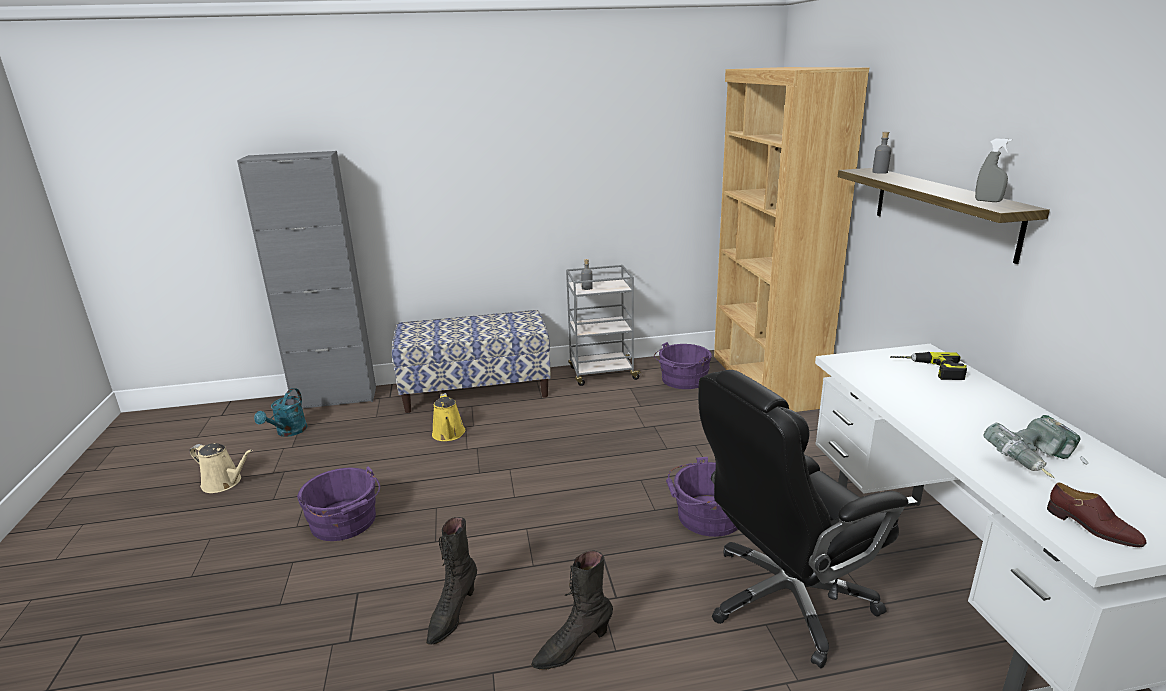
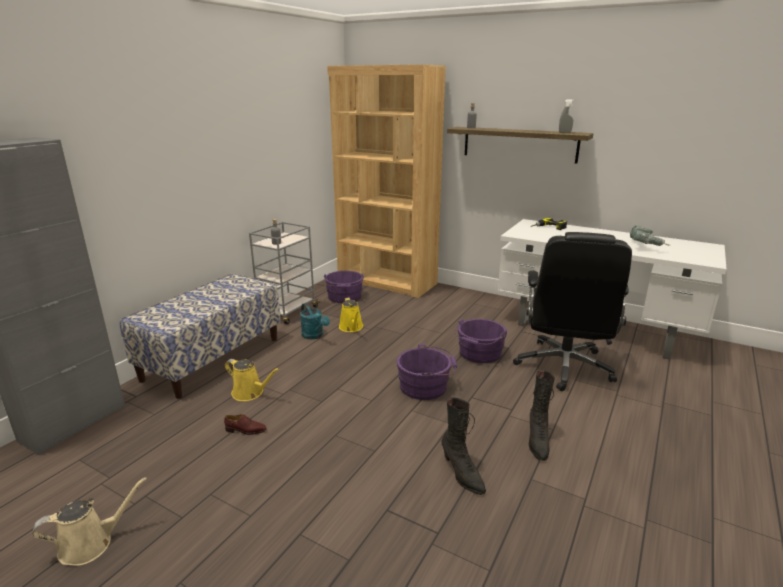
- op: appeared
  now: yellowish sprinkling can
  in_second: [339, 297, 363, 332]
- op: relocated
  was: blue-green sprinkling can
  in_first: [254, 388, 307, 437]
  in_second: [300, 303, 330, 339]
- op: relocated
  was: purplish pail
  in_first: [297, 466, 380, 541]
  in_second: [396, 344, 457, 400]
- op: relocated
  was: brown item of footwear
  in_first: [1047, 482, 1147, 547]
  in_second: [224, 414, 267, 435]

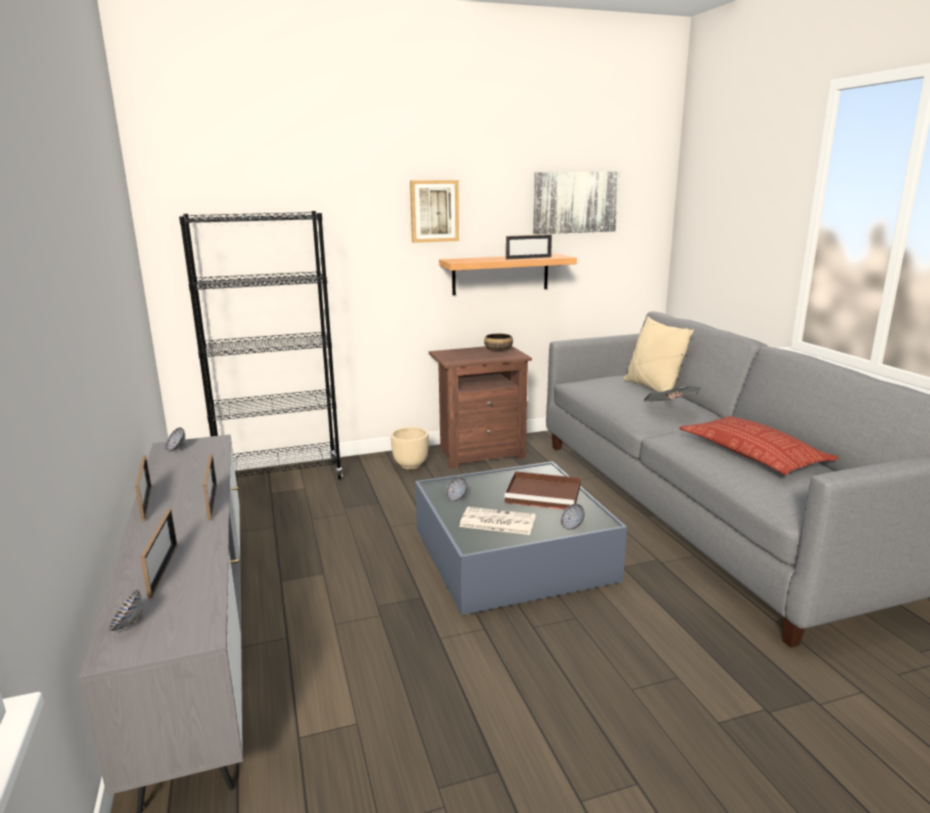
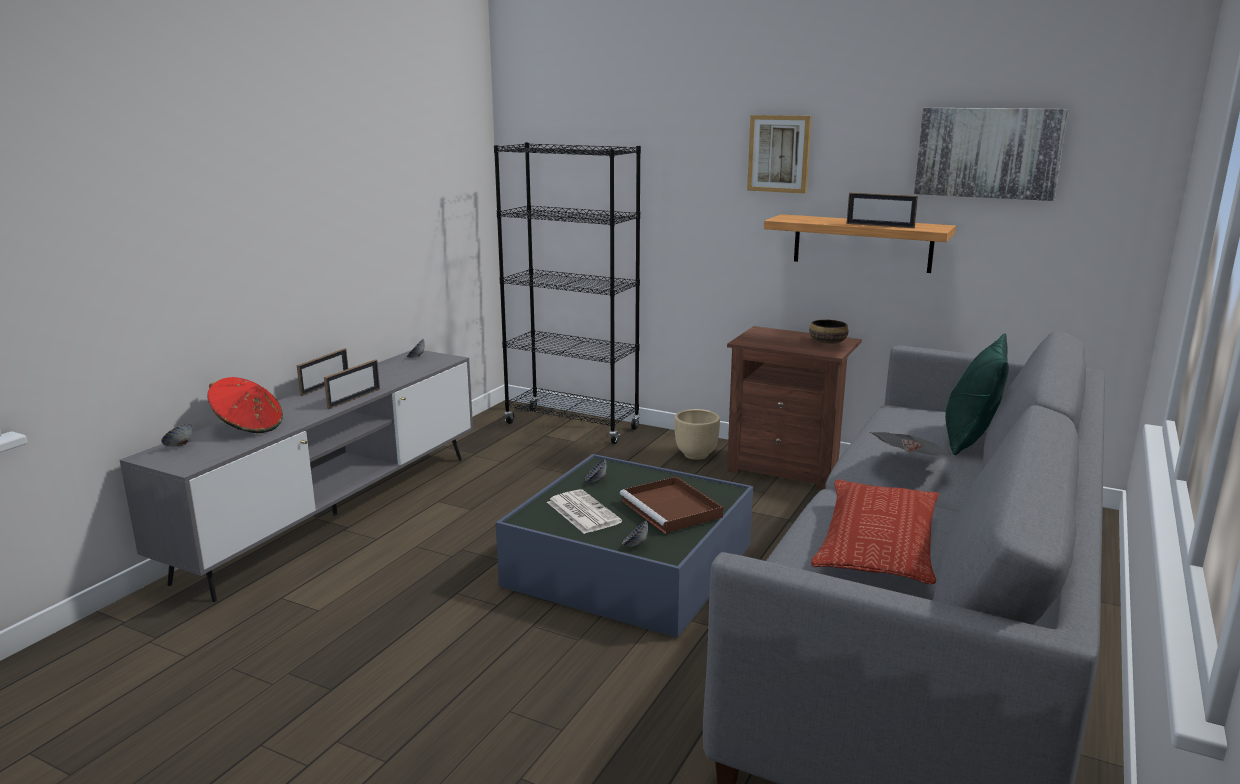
- op: exchanged
  was: photo frame
  now: reddish clothing hat
  in_first: [140, 509, 177, 599]
  in_second: [207, 377, 283, 433]
- op: colour
  was: beige throw pillow
  now: green throw pillow
  in_first: [624, 316, 694, 392]
  in_second: [945, 334, 1009, 455]

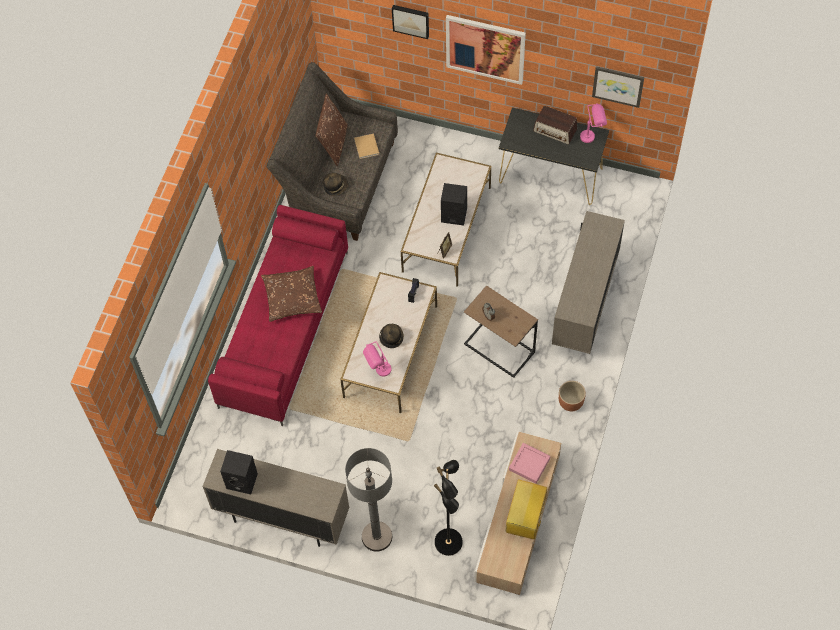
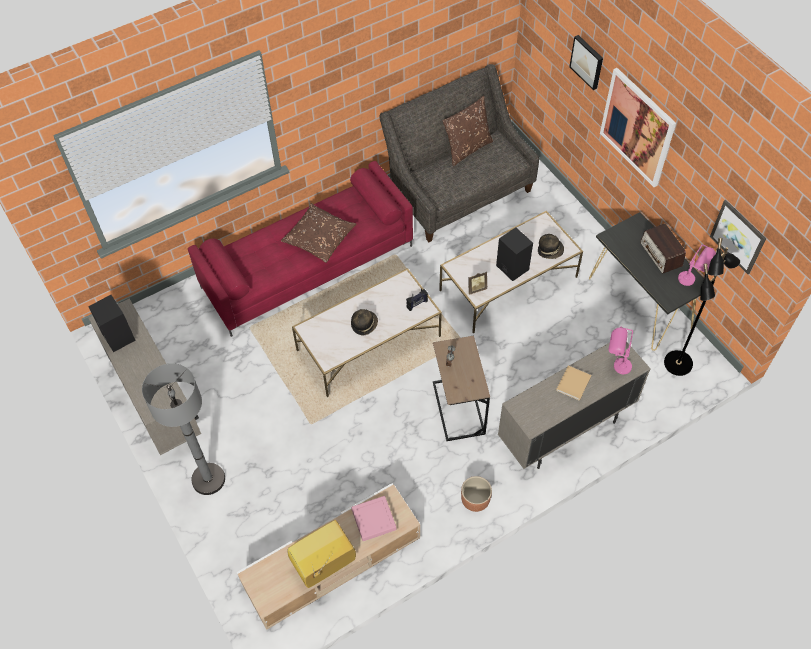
- op: relocated
  was: clothing hat
  in_first: [323, 173, 348, 196]
  in_second: [538, 234, 564, 259]
- op: relocated
  was: beige volume
  in_first: [354, 133, 379, 159]
  in_second: [556, 366, 591, 401]
- op: relocated
  was: pinkish table lamp
  in_first: [363, 341, 391, 377]
  in_second: [609, 326, 633, 374]
- op: relocated
  was: blackish floor lamp
  in_first: [434, 460, 463, 556]
  in_second: [664, 238, 740, 376]

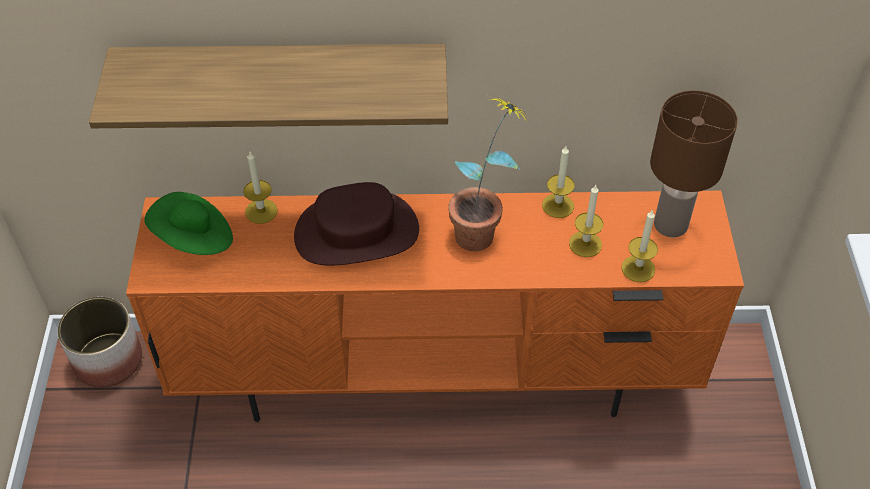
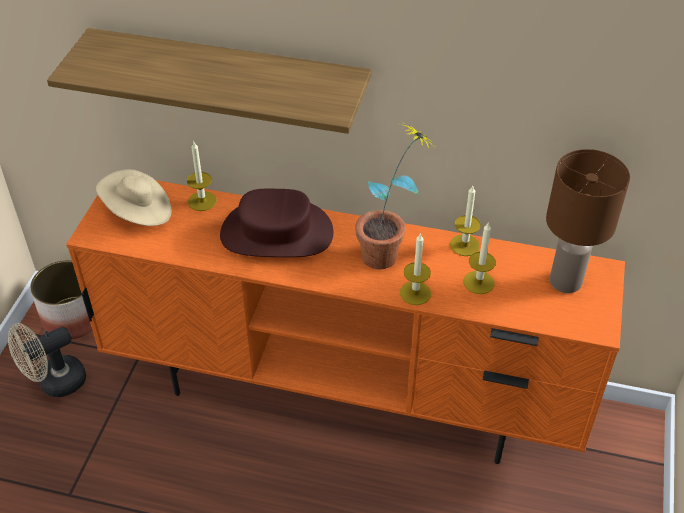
- op: appeared
  now: beige cooling fan
  in_second: [8, 323, 86, 397]
- op: relocated
  was: wax light
  in_first: [621, 209, 658, 282]
  in_second: [400, 233, 431, 305]
- op: colour
  was: green clothing hat
  now: beige clothing hat
  in_first: [144, 192, 233, 255]
  in_second: [96, 169, 172, 226]

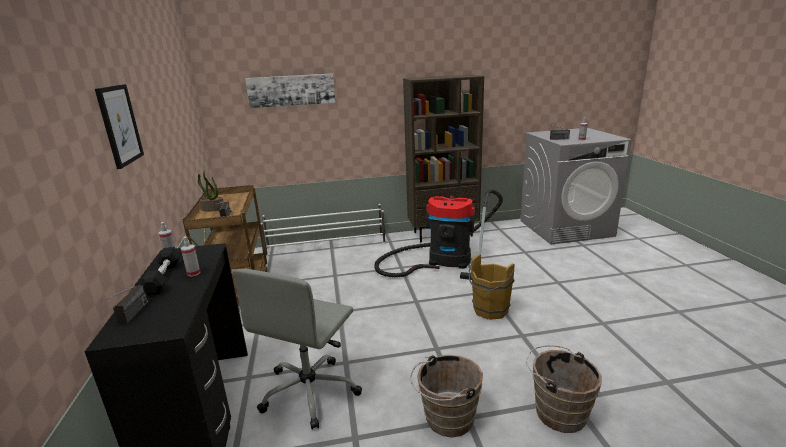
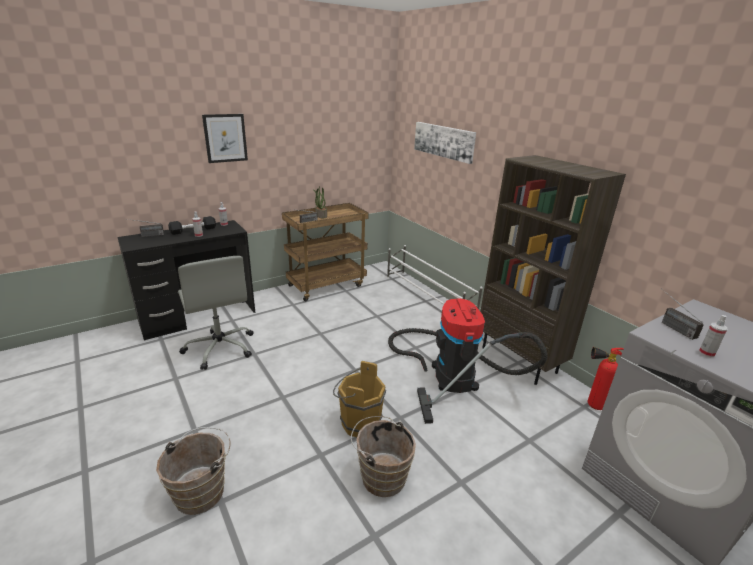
- op: appeared
  now: fire-fighting cylinder
  in_second: [588, 347, 624, 410]
- op: relocated
  was: brown pail
  in_first: [411, 355, 483, 437]
  in_second: [351, 416, 416, 497]
- op: spun
  was: greyish desk chair
  in_first: [232, 269, 362, 430]
  in_second: [178, 256, 254, 370]
  clockwise: -120

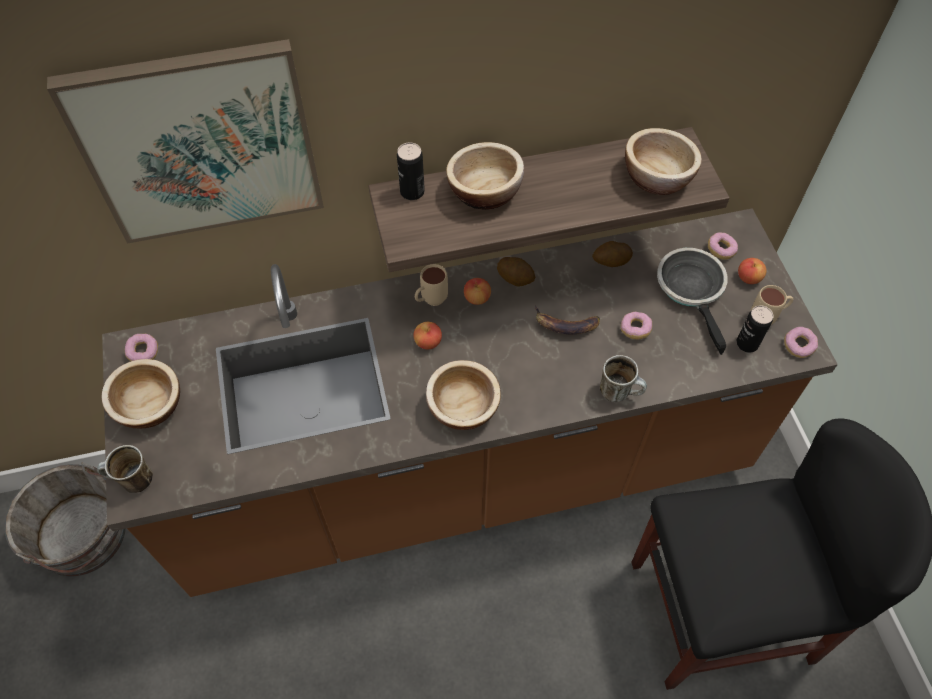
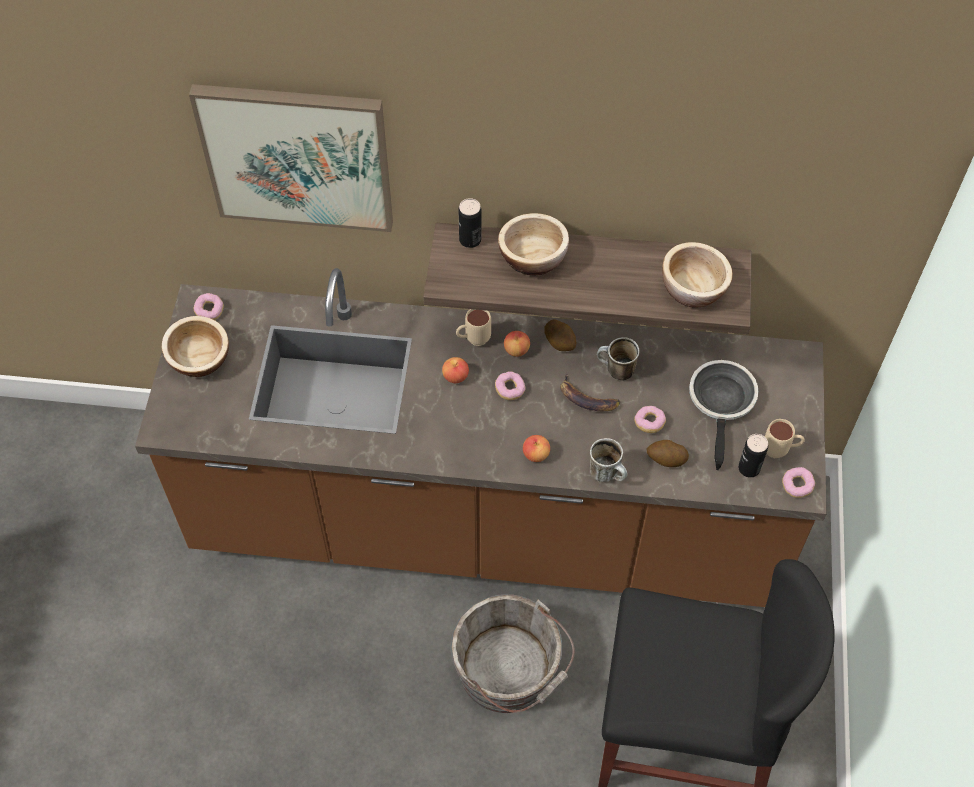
- op: missing
  was: serving bowl
  in_first: [426, 360, 501, 430]
- op: relocated
  was: greyish pail
  in_first: [4, 462, 126, 576]
  in_second: [451, 594, 575, 713]
- op: relocated
  was: coffee mug
  in_first: [97, 445, 153, 493]
  in_second: [597, 337, 639, 381]
- op: relocated
  was: whole potato
  in_first: [592, 241, 633, 267]
  in_second: [647, 440, 689, 467]
- op: relocated
  was: doughnut
  in_first: [708, 232, 738, 259]
  in_second: [495, 371, 525, 400]
- op: relocated
  was: apple fruit
  in_first: [738, 258, 767, 284]
  in_second: [523, 435, 550, 462]

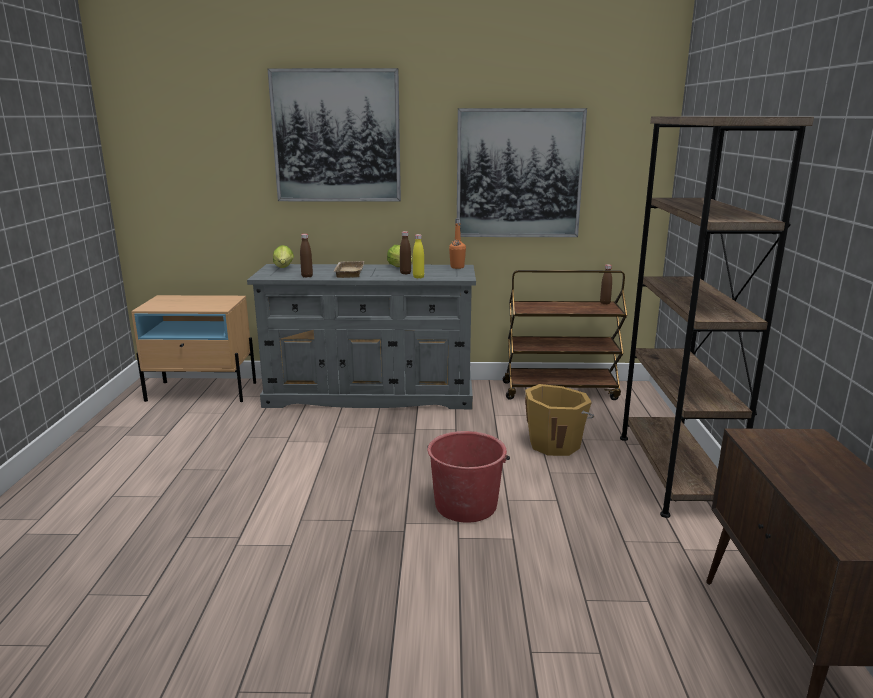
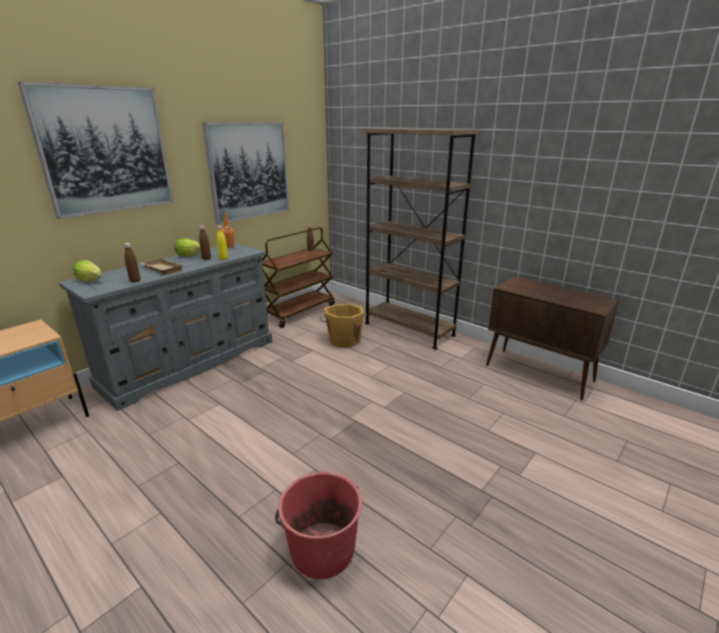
- op: relocated
  was: reddish pail
  in_first: [427, 431, 510, 523]
  in_second: [275, 472, 362, 579]

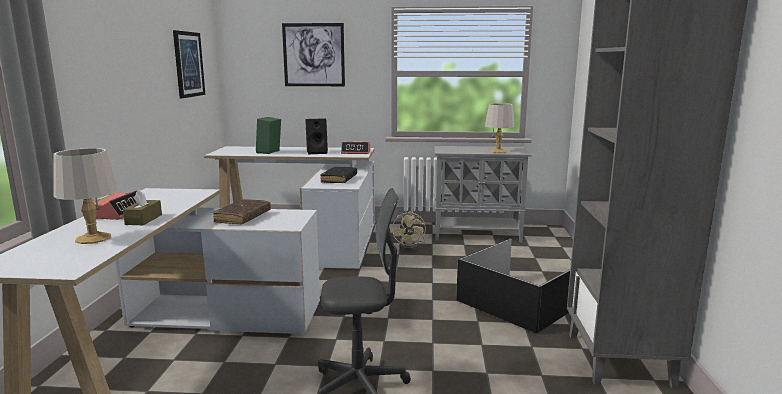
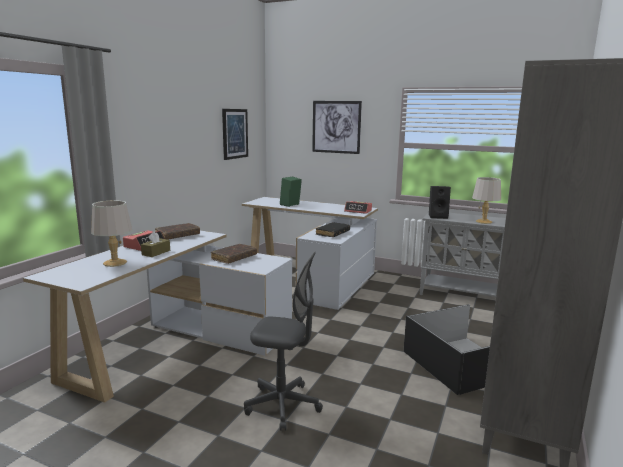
- op: missing
  was: beige cooling fan
  in_first: [392, 211, 426, 251]
- op: appeared
  now: brown volume
  in_second: [155, 223, 200, 240]
- op: relocated
  was: blackish loudspeaker
  in_first: [305, 118, 328, 155]
  in_second: [429, 186, 451, 219]

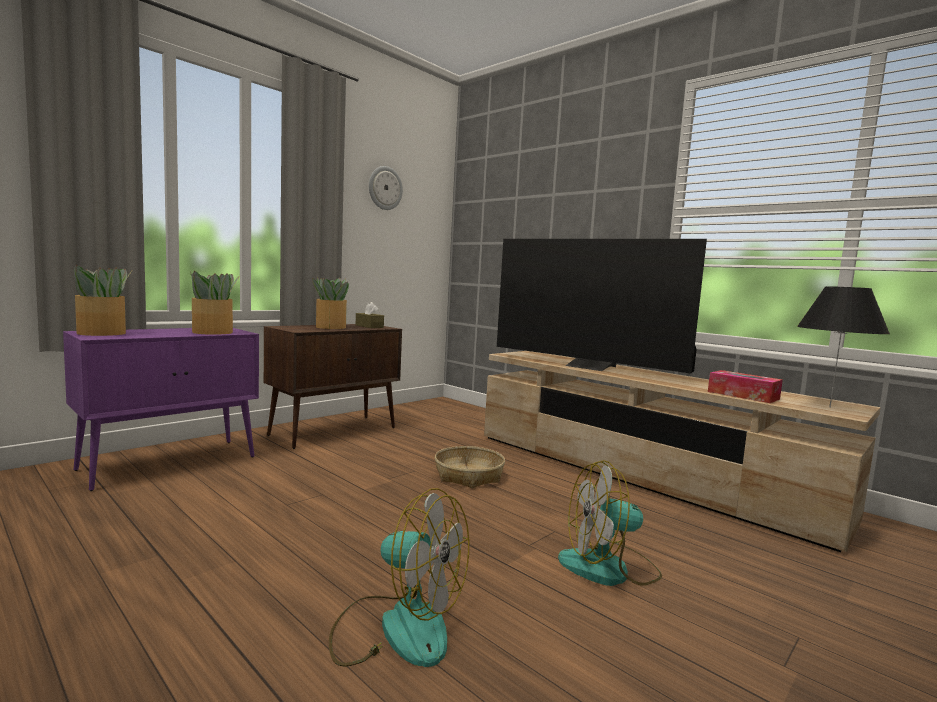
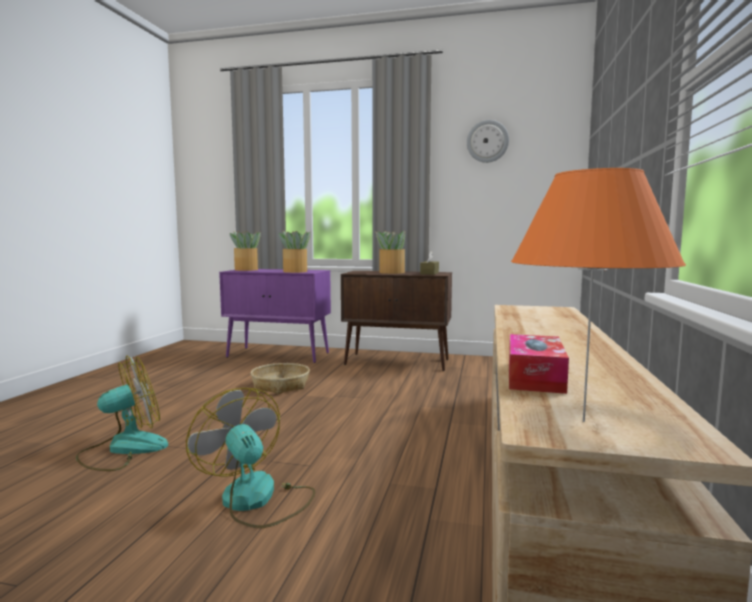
- op: missing
  was: TV
  in_first: [497, 239, 707, 373]
- op: relocated
  was: household basket
  in_first: [435, 446, 505, 488]
  in_second: [251, 363, 310, 394]
- op: colour
  was: blackish table lamp
  now: orange-coloured table lamp
  in_first: [797, 286, 890, 408]
  in_second: [511, 168, 686, 422]
- op: spun
  was: cooling fan
  in_first: [329, 488, 469, 667]
  in_second: [76, 355, 168, 471]
  clockwise: -120

